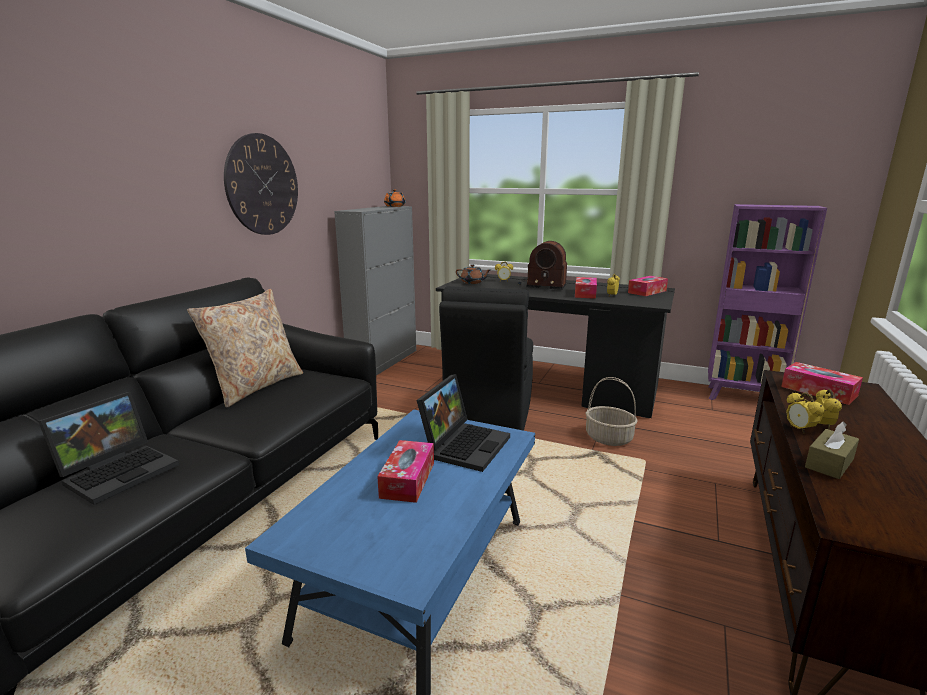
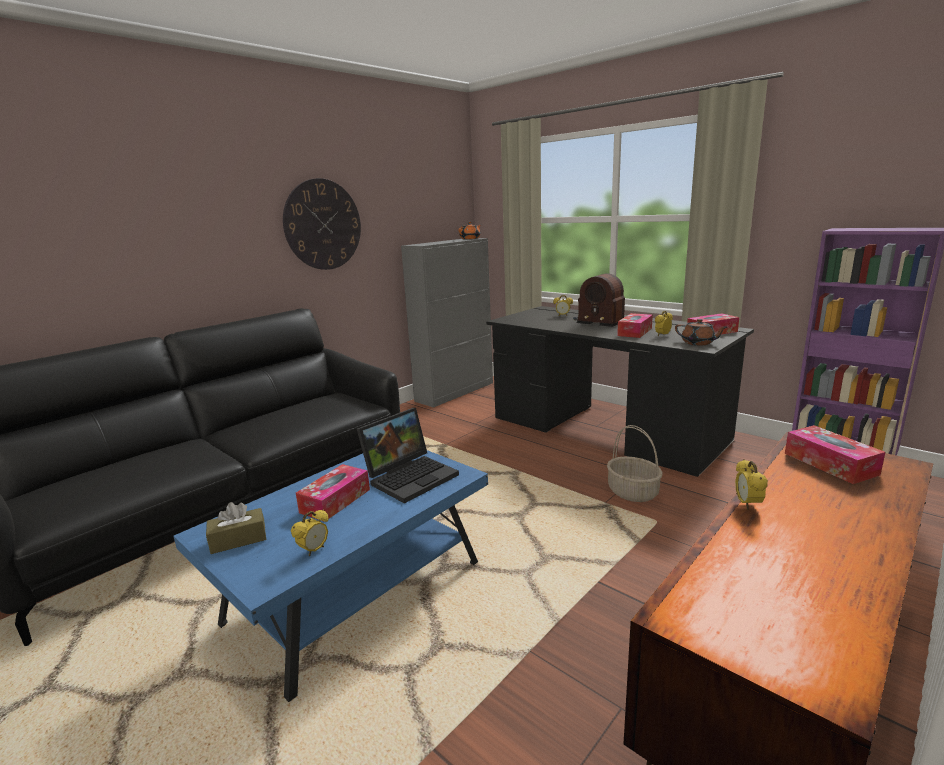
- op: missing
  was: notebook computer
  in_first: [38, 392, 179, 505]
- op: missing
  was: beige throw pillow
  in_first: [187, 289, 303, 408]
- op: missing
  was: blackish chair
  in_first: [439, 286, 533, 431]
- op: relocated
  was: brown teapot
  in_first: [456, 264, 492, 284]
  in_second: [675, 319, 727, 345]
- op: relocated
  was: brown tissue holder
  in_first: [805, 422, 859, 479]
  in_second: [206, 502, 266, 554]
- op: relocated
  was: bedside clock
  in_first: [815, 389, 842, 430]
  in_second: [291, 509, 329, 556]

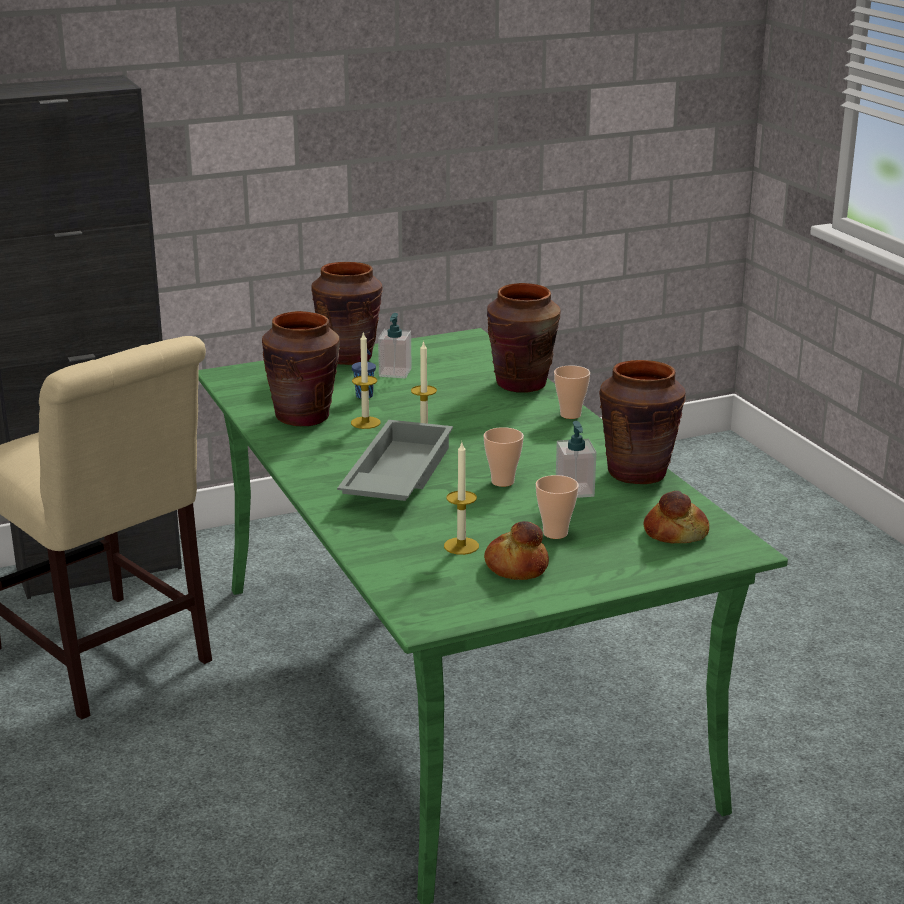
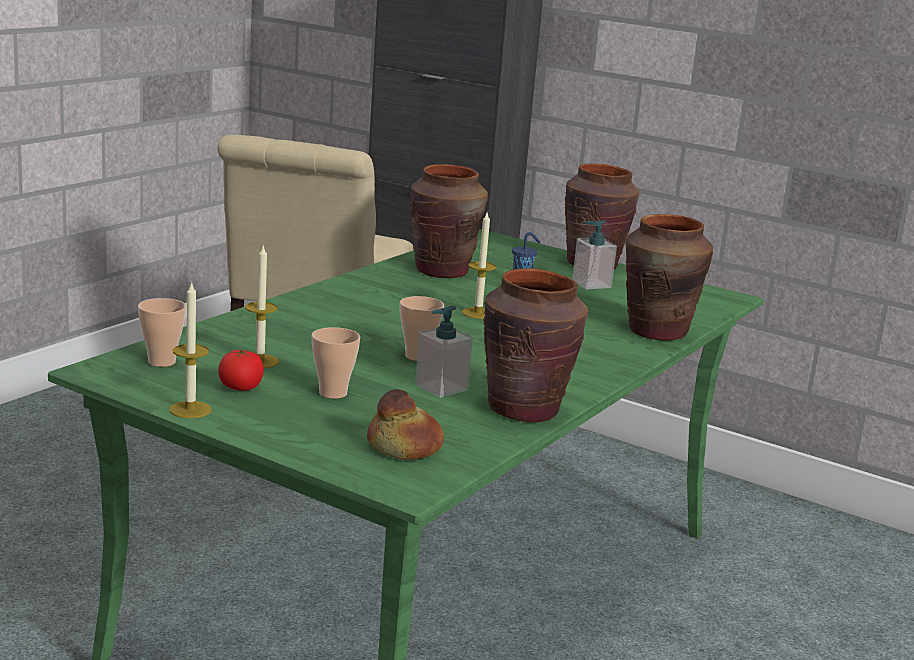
- op: missing
  was: greyish carrying tray
  in_first: [337, 420, 453, 501]
- op: relocated
  was: wax light
  in_first: [351, 331, 380, 429]
  in_second: [169, 281, 211, 418]
- op: relocated
  was: small cup
  in_first: [554, 365, 590, 419]
  in_second: [138, 298, 186, 367]
- op: exchanged
  was: baked bread
  now: fresh tomato
  in_first: [484, 521, 549, 580]
  in_second: [218, 349, 264, 391]

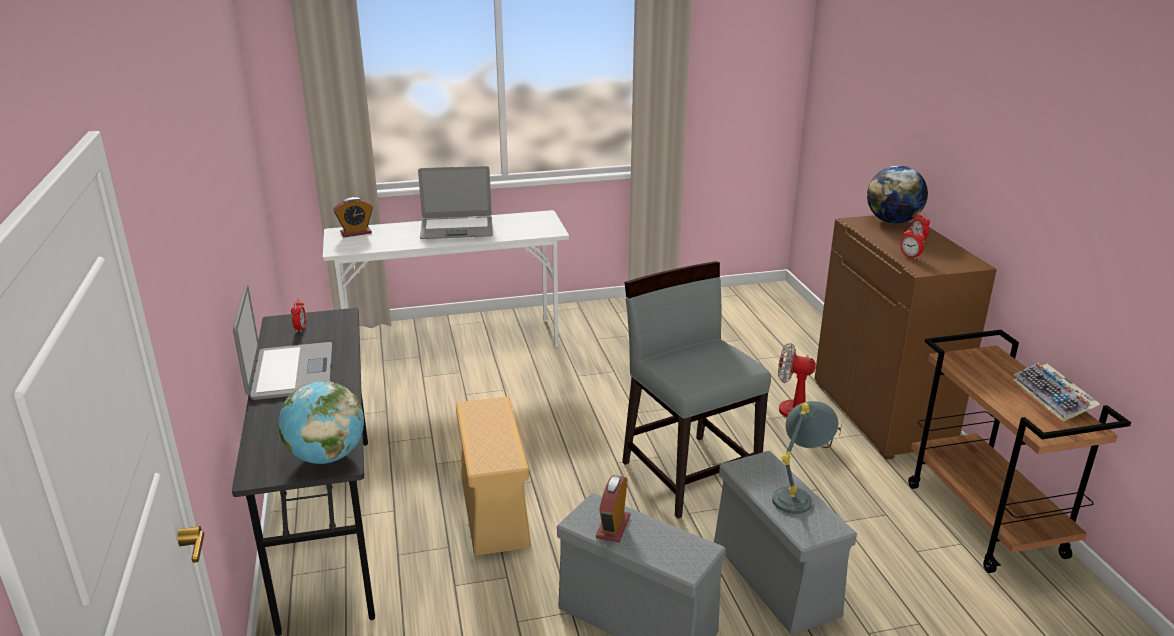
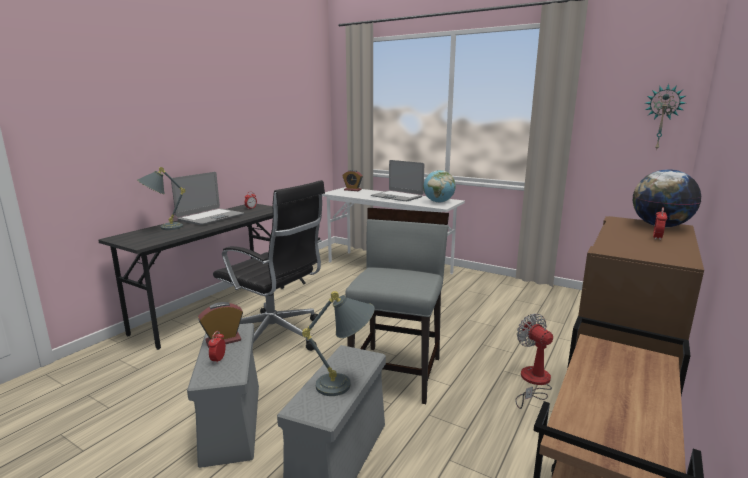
- op: missing
  was: keyboard
  in_first: [1013, 363, 1100, 421]
- op: appeared
  now: greyish table lamp
  in_second: [137, 167, 186, 230]
- op: appeared
  now: clock on the wall
  in_second: [645, 84, 685, 151]
- op: relocated
  was: desk globe
  in_first: [278, 381, 364, 464]
  in_second: [423, 170, 456, 203]
- op: relocated
  was: bedside clock
  in_first: [901, 227, 925, 260]
  in_second: [208, 331, 226, 364]
- op: exchanged
  was: beige storage container
  now: blackish desk chair
  in_first: [456, 397, 531, 556]
  in_second: [213, 180, 325, 351]

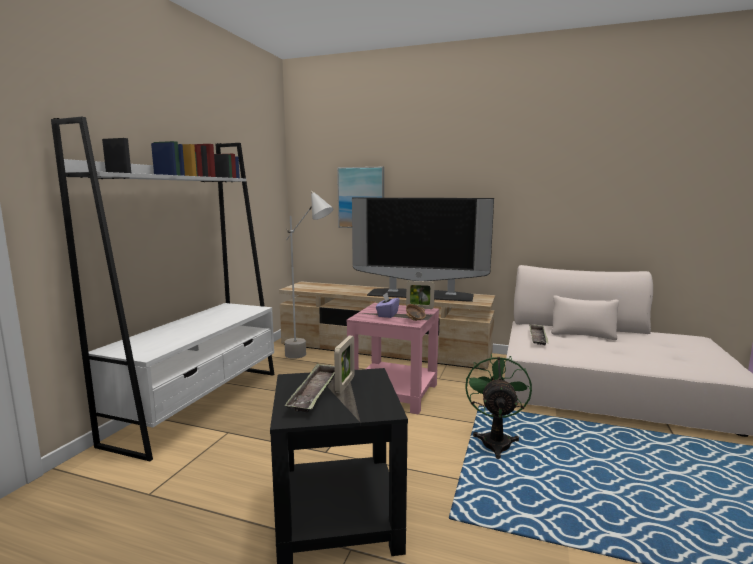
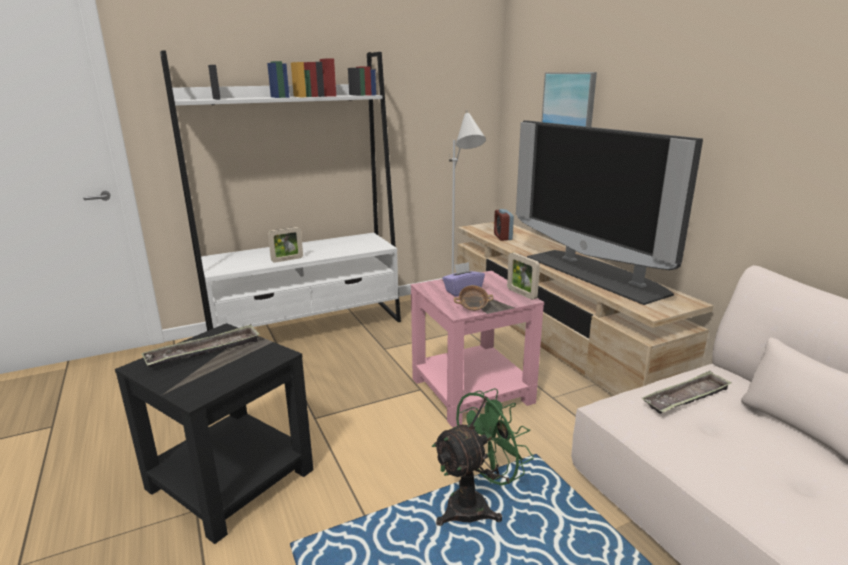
- op: appeared
  now: bedside clock
  in_second: [494, 209, 514, 241]
- op: relocated
  was: photo frame
  in_first: [334, 336, 354, 393]
  in_second: [268, 227, 303, 263]

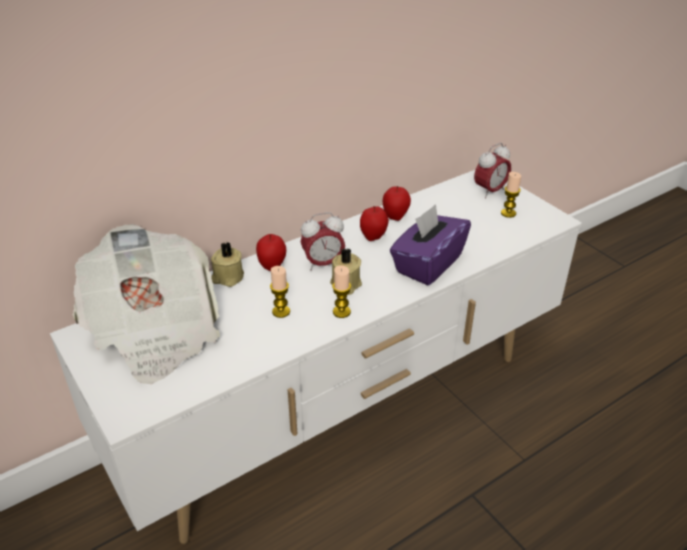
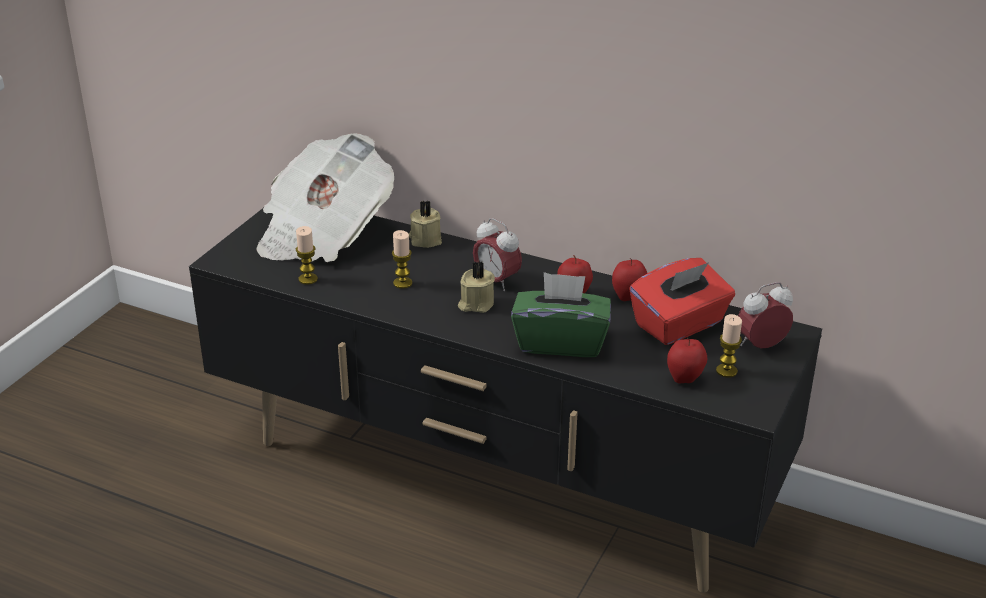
- op: appeared
  now: reddish tissue holder
  in_second: [629, 258, 735, 345]
- op: relocated
  was: apple fruit
  in_first: [256, 234, 286, 271]
  in_second: [667, 338, 707, 383]
- op: relocated
  was: wax light
  in_first: [332, 265, 351, 318]
  in_second: [296, 226, 318, 285]
- op: colour
  was: white-coloured tv unit
  now: blackish tv unit
  in_first: [50, 169, 582, 544]
  in_second: [189, 208, 822, 593]
- op: colour
  was: purplish tissue holder
  now: green tissue holder
  in_first: [390, 204, 471, 285]
  in_second: [511, 272, 611, 357]
- op: spun
  was: bedside clock
  in_first: [474, 143, 511, 198]
  in_second: [738, 282, 793, 349]
  clockwise: 135

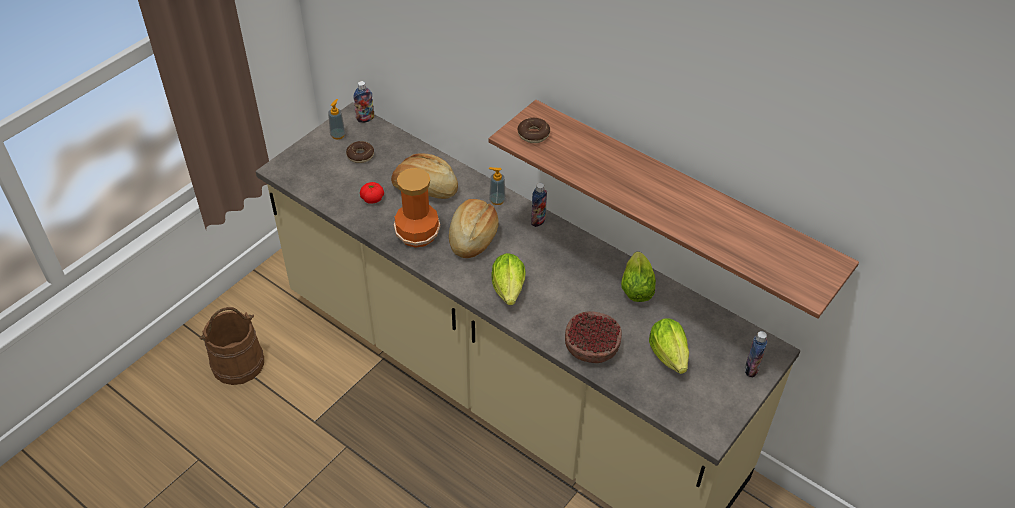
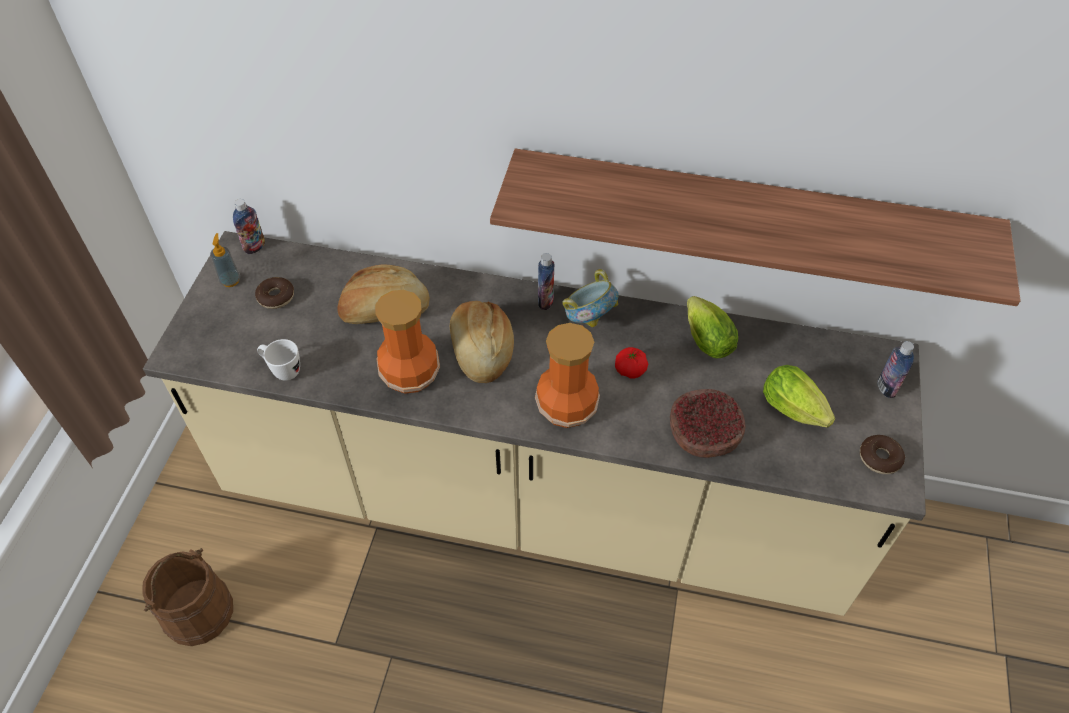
- op: missing
  was: soap bottle
  in_first: [489, 167, 506, 205]
- op: appeared
  now: white-coloured coffee mug
  in_second: [257, 339, 300, 381]
- op: appeared
  now: serving bowl
  in_second: [562, 269, 619, 327]
- op: relocated
  was: fresh tomato
  in_first: [360, 182, 384, 204]
  in_second: [615, 347, 648, 378]
- op: relocated
  was: doughnut
  in_first: [518, 118, 550, 143]
  in_second: [860, 435, 905, 474]
- op: exchanged
  was: lettuce
  now: vase
  in_first: [491, 253, 526, 305]
  in_second: [535, 323, 600, 428]

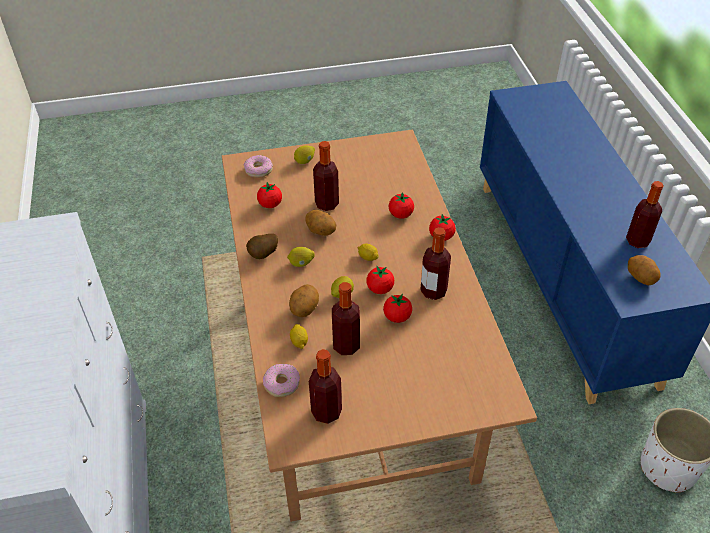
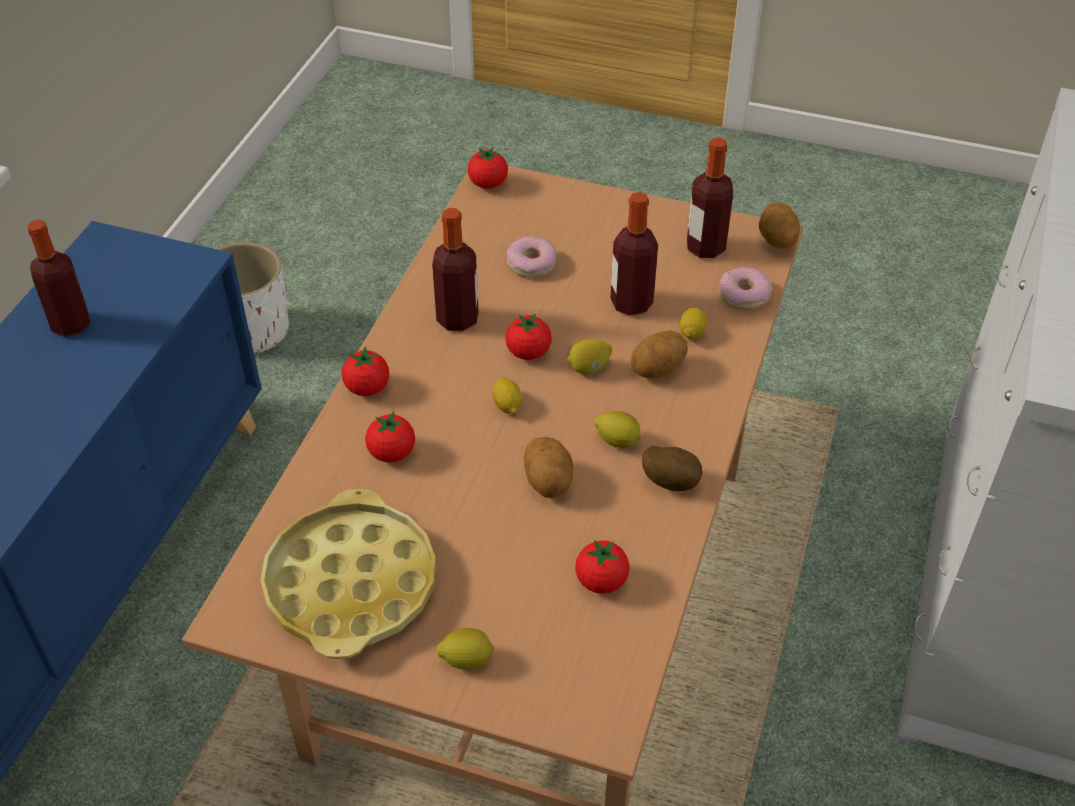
- op: missing
  was: drink bottle
  in_first: [313, 141, 339, 211]
- op: appeared
  now: yellowish carrying tray
  in_second: [260, 489, 436, 659]
- op: relocated
  was: doughnut
  in_first: [244, 155, 273, 178]
  in_second: [507, 236, 557, 278]
- op: relocated
  was: fresh tomato
  in_first: [383, 294, 412, 323]
  in_second: [468, 147, 508, 189]
- op: relocated
  was: whole potato
  in_first: [628, 255, 661, 285]
  in_second: [758, 202, 800, 248]

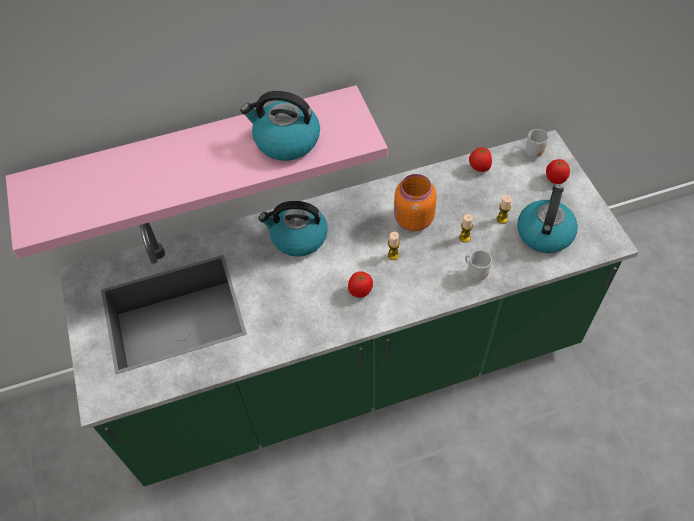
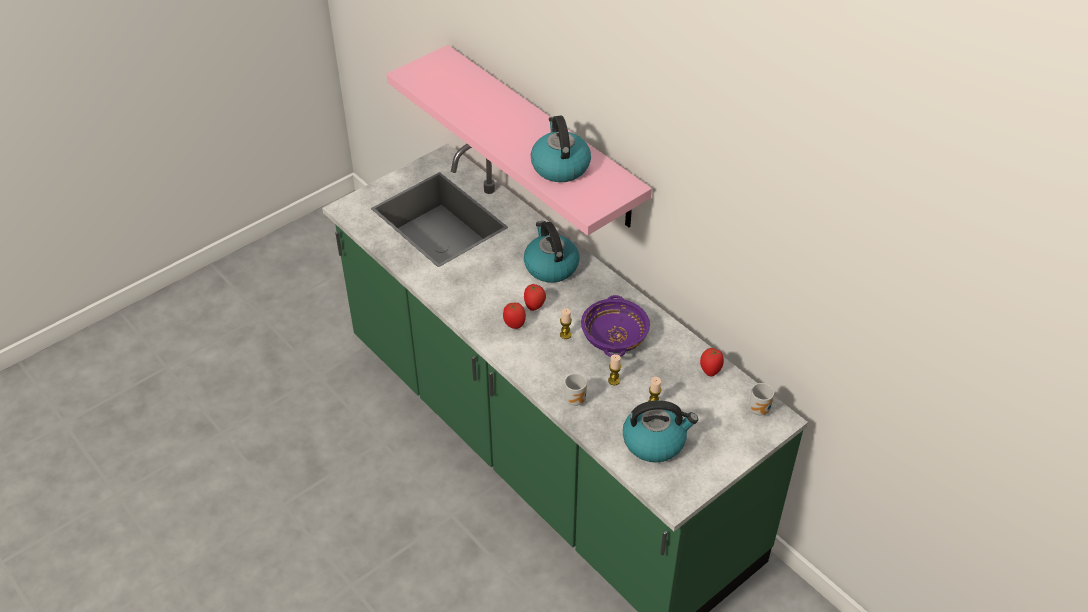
- op: relocated
  was: fresh tomato
  in_first: [546, 159, 570, 184]
  in_second: [524, 284, 546, 311]
- op: exchanged
  was: orange-coloured storage jar
  now: purplish serving bowl
  in_first: [394, 174, 437, 231]
  in_second: [581, 295, 650, 357]

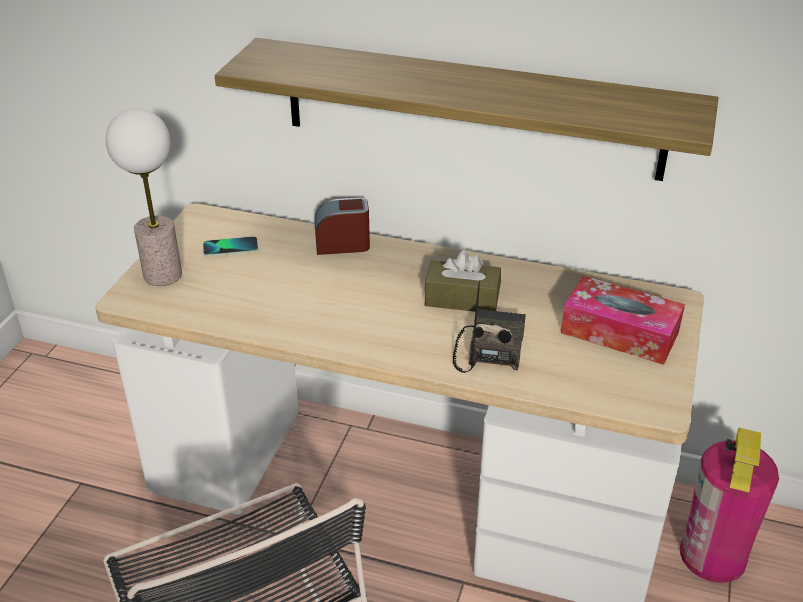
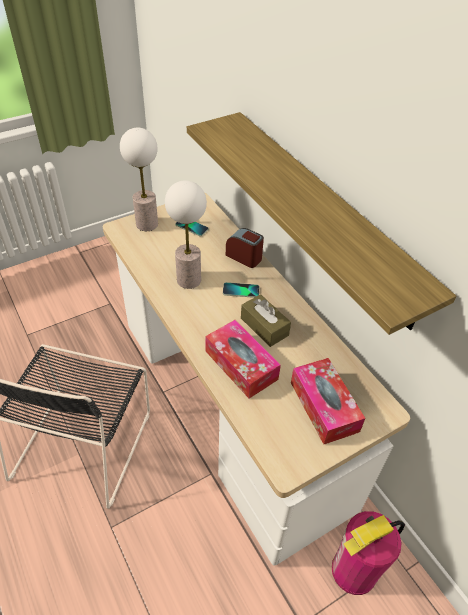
- op: appeared
  now: table lamp
  in_second: [165, 180, 207, 289]
- op: appeared
  now: phone
  in_second: [223, 282, 260, 298]
- op: exchanged
  was: radio set
  now: tissue holder
  in_first: [453, 281, 526, 373]
  in_second: [205, 320, 281, 399]

